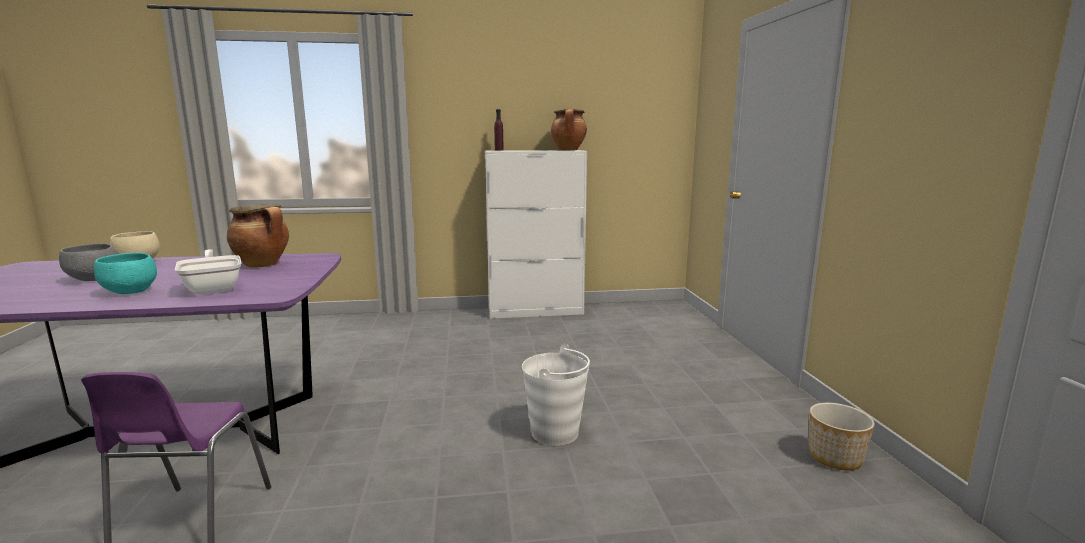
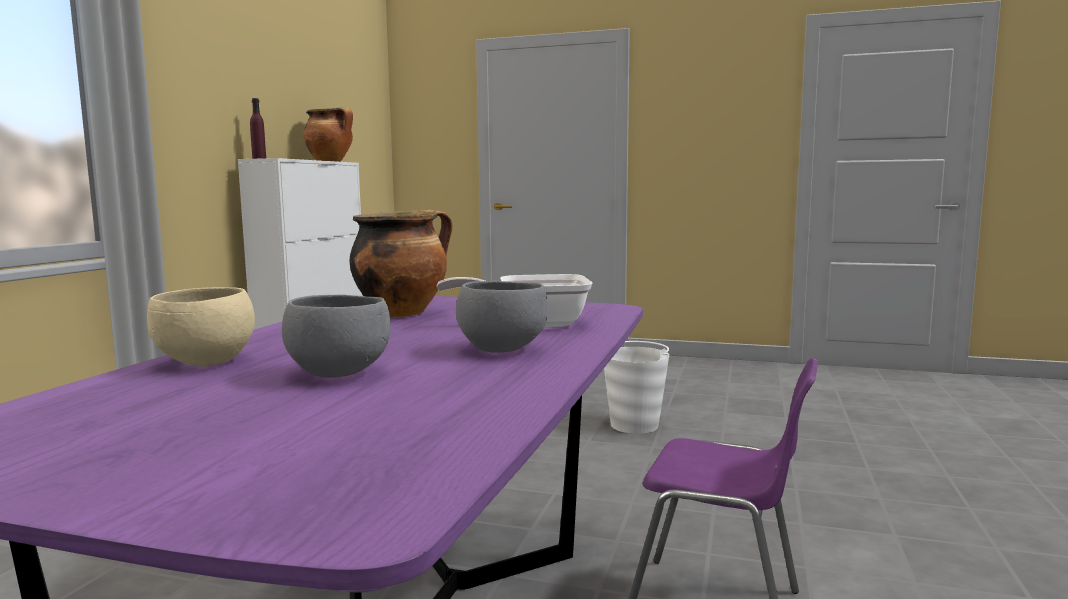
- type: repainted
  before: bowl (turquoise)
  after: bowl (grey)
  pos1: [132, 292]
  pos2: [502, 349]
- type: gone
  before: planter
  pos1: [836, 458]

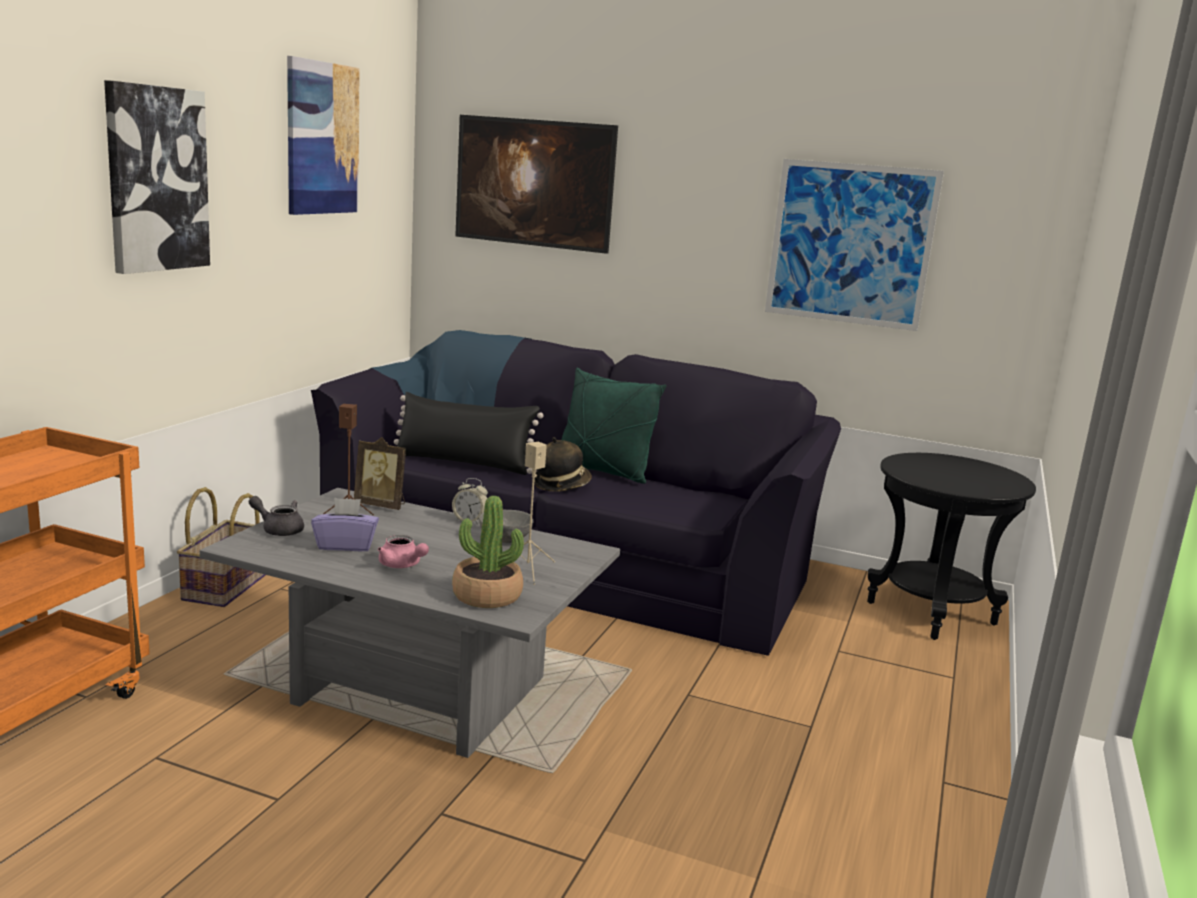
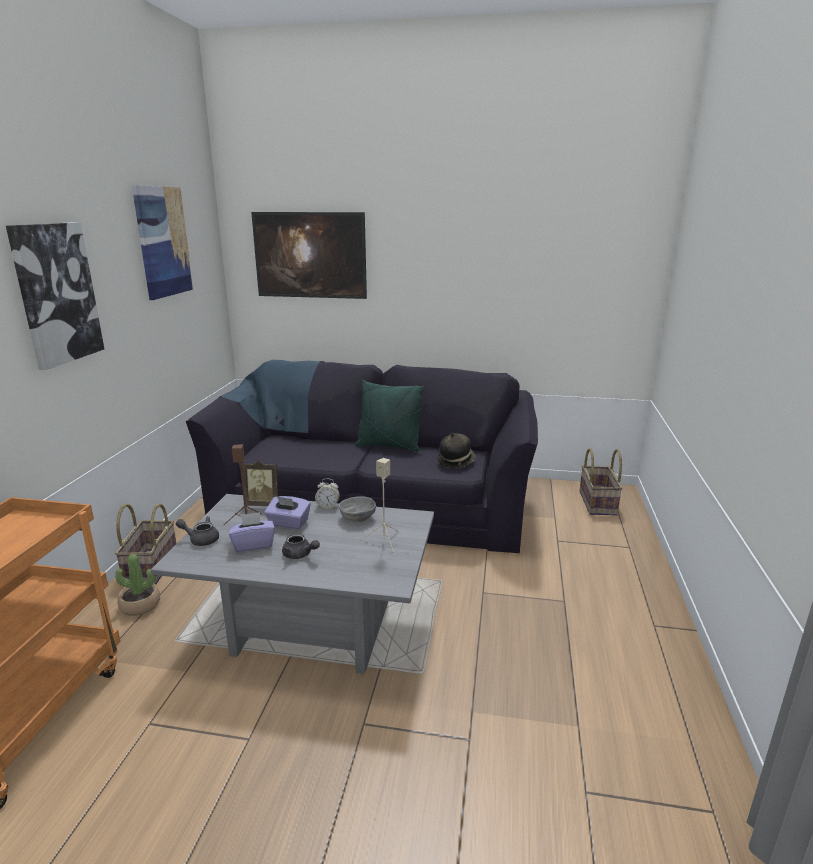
- type: gone
  before: picture
  pos1: [850, 244]
- type: gone
  before: pillow (black)
  pos1: [463, 463]
- type: shifted
  before: hat
  pos1: [561, 485]
  pos2: [456, 461]
- type: swapped
  before: side table (black)
  after: basket
  pos1: [931, 614]
  pos2: [598, 503]
- type: shifted
  before: potted plant
  pos1: [487, 596]
  pos2: [140, 605]
- type: repainted
  before: teapot (pink)
  after: teapot (grey)
  pos1: [402, 565]
  pos2: [300, 555]
- type: new
  after: tissue box (purple)
  pos2: [288, 523]

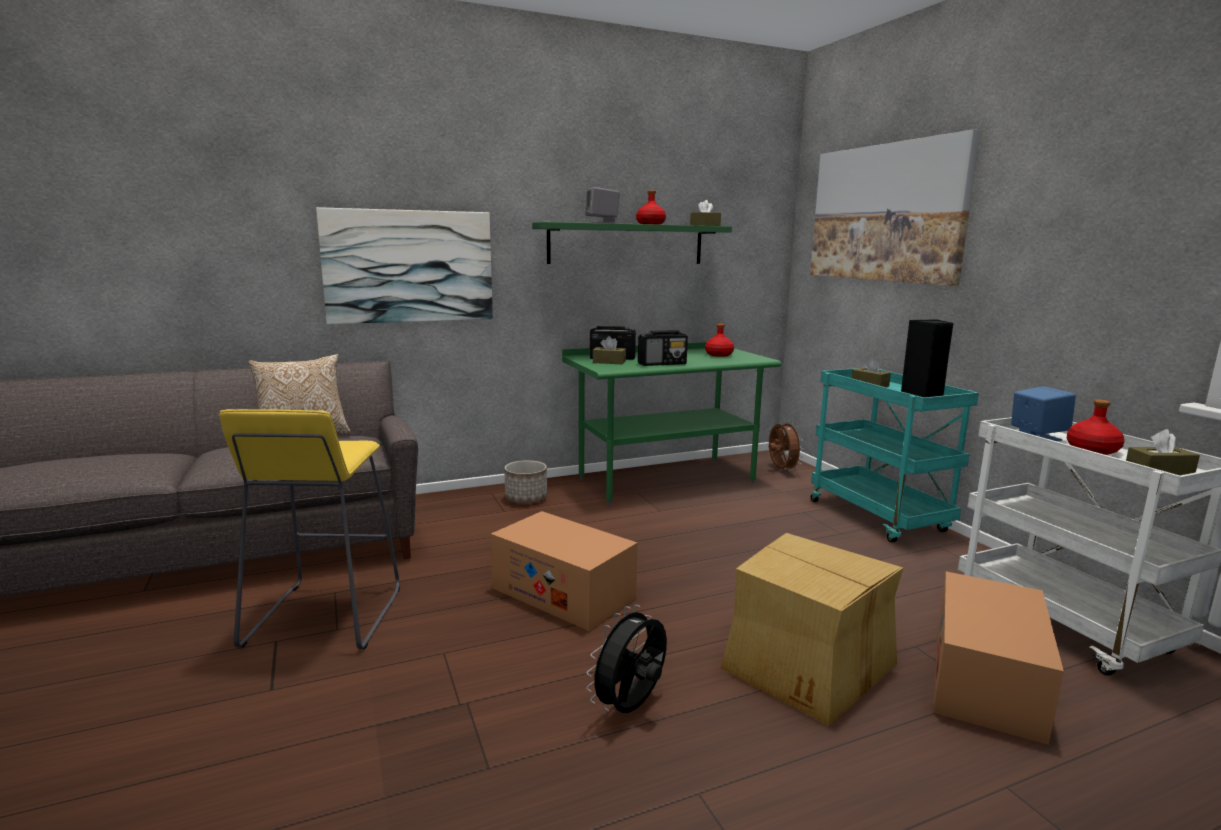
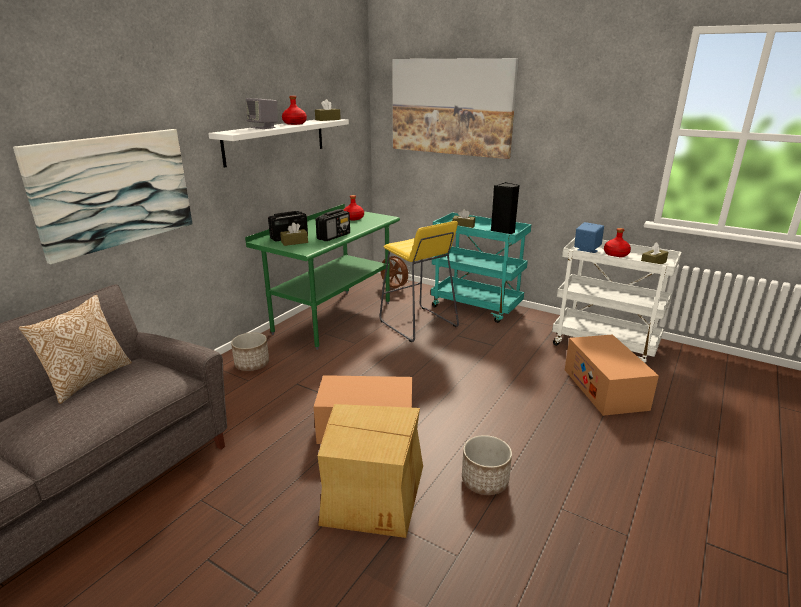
- type: repainted
  before: shelf (green)
  after: shelf (white)
  pos1: [627, 244]
  pos2: [276, 141]
- type: shifted
  before: stool (yellow)
  pos1: [324, 616]
  pos2: [418, 324]
- type: shifted
  before: cardboard box
  pos1: [806, 665]
  pos2: [372, 493]
- type: swapped
  before: fan (black)
  after: planter
  pos1: [631, 708]
  pos2: [485, 481]

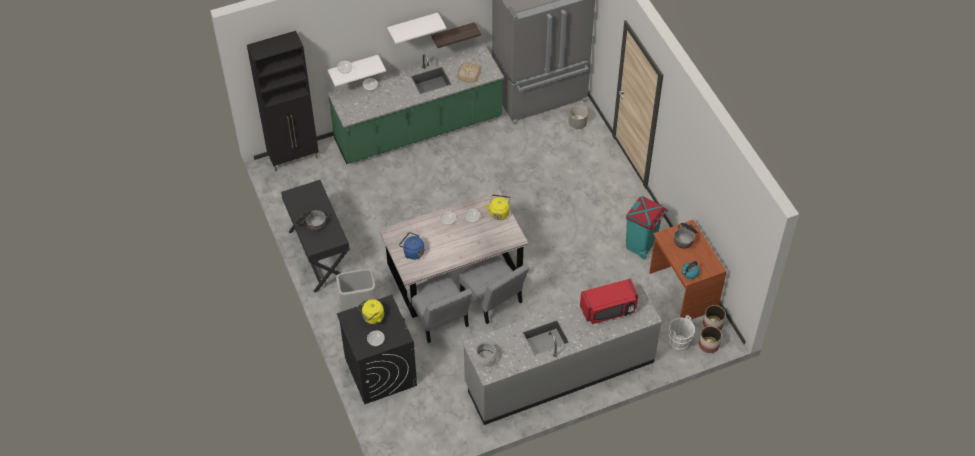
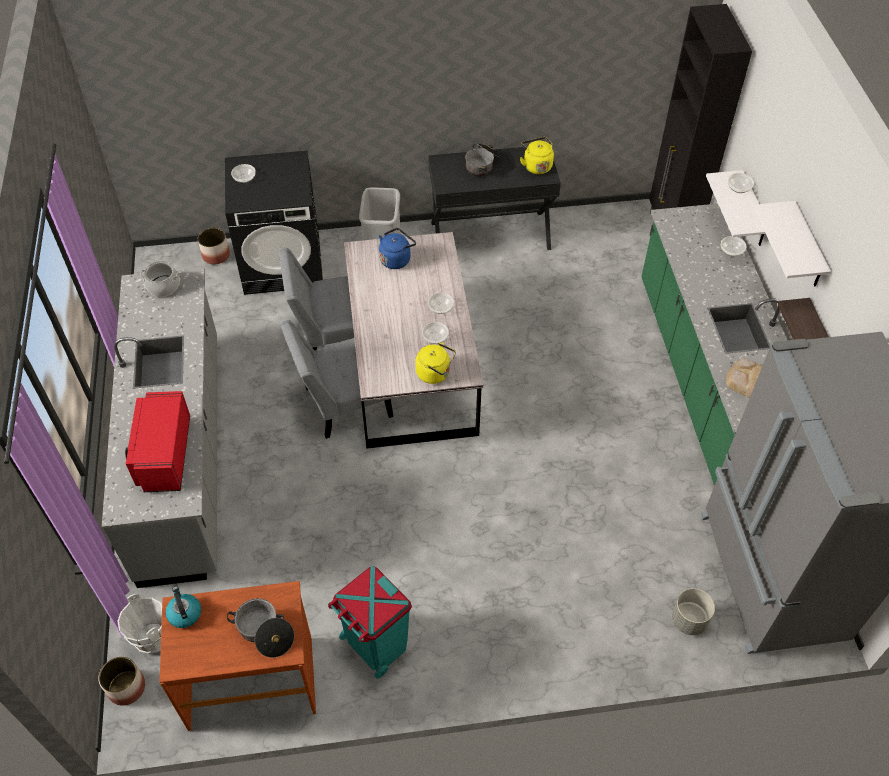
- type: shifted
  before: kettle (yellow)
  pos1: [372, 318]
  pos2: [536, 166]
- type: shifted
  before: planter
  pos1: [712, 324]
  pos2: [216, 255]

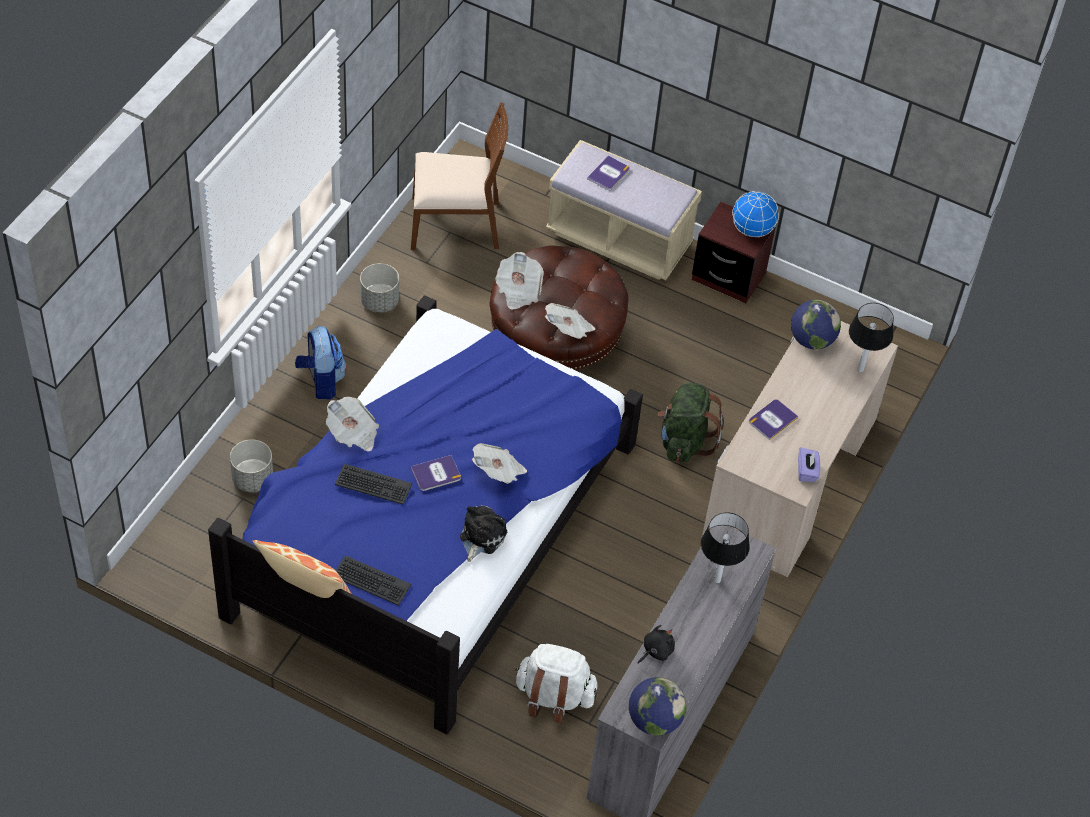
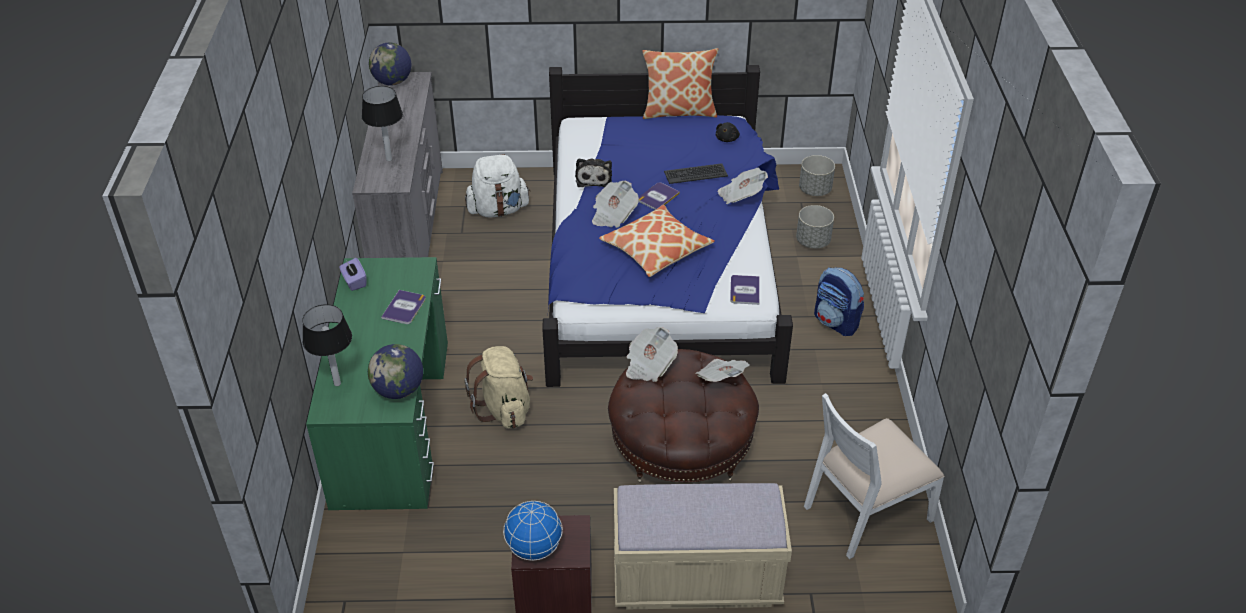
- type: repainted
  before: chair (brown)
  after: chair (white)
  pos1: [456, 224]
  pos2: [865, 512]
- type: shifted
  before: book
  pos1: [608, 174]
  pos2: [744, 290]
- type: shifted
  before: planter (grey)
  pos1: [379, 302]
  pos2: [815, 190]
- type: repainted
  before: desk (beige)
  after: desk (green)
  pos1: [789, 477]
  pos2: [393, 420]
- type: repainted
  before: backpack (green)
  after: backpack (beige)
  pos1: [684, 441]
  pos2: [504, 408]
- type: gone
  before: keyboard
  pos1: [371, 581]
- type: shifted
  before: plush toy (black)
  pos1: [656, 651]
  pos2: [727, 139]
- type: new
  after: pillow
  pos2: [656, 249]

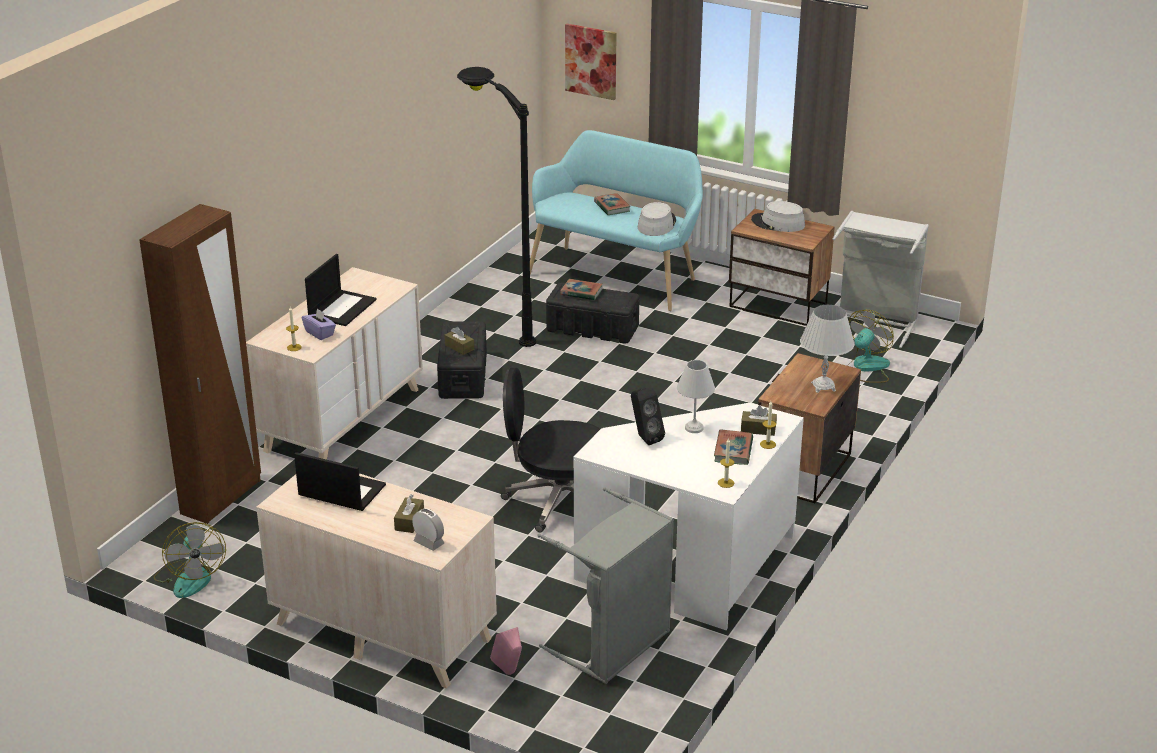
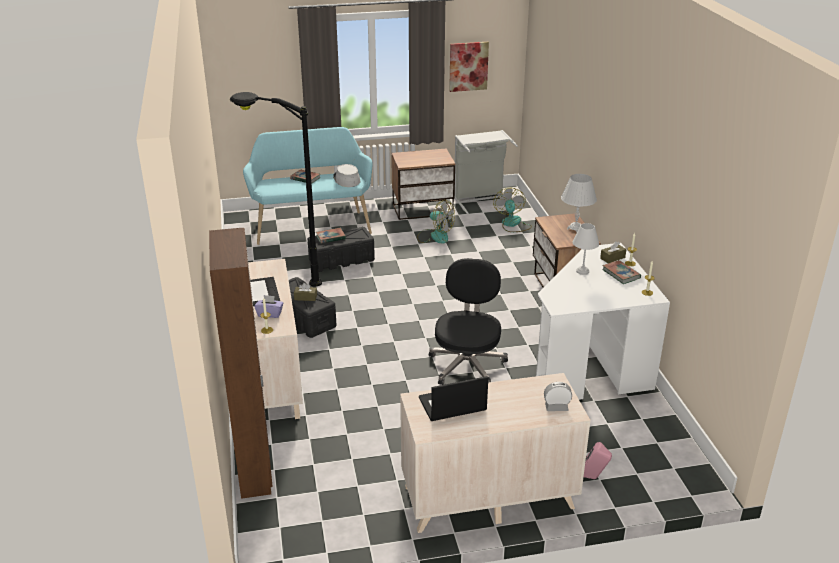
- type: shifted
  before: picture
  pos1: [591, 61]
  pos2: [468, 66]
- type: gone
  before: hat (grey)
  pos1: [778, 223]
- type: rotated
  before: office chair (black)
  pos1: [557, 500]
  pos2: [467, 364]
  turn: 135
- type: gone
  before: speaker (black)
  pos1: [644, 438]
- type: gone
  before: laundry basket (grey)
  pos1: [615, 646]
- type: gone
  before: tissue box (brown)
  pos1: [409, 521]
- type: shifted
  before: fan
  pos1: [190, 577]
  pos2: [435, 236]

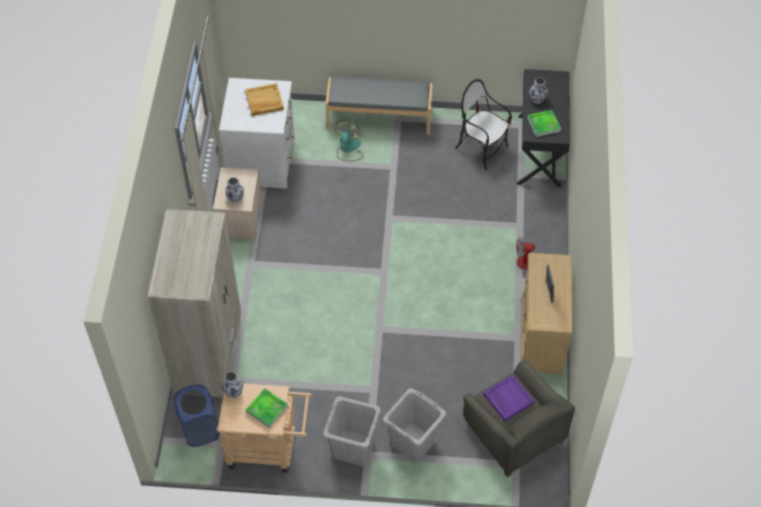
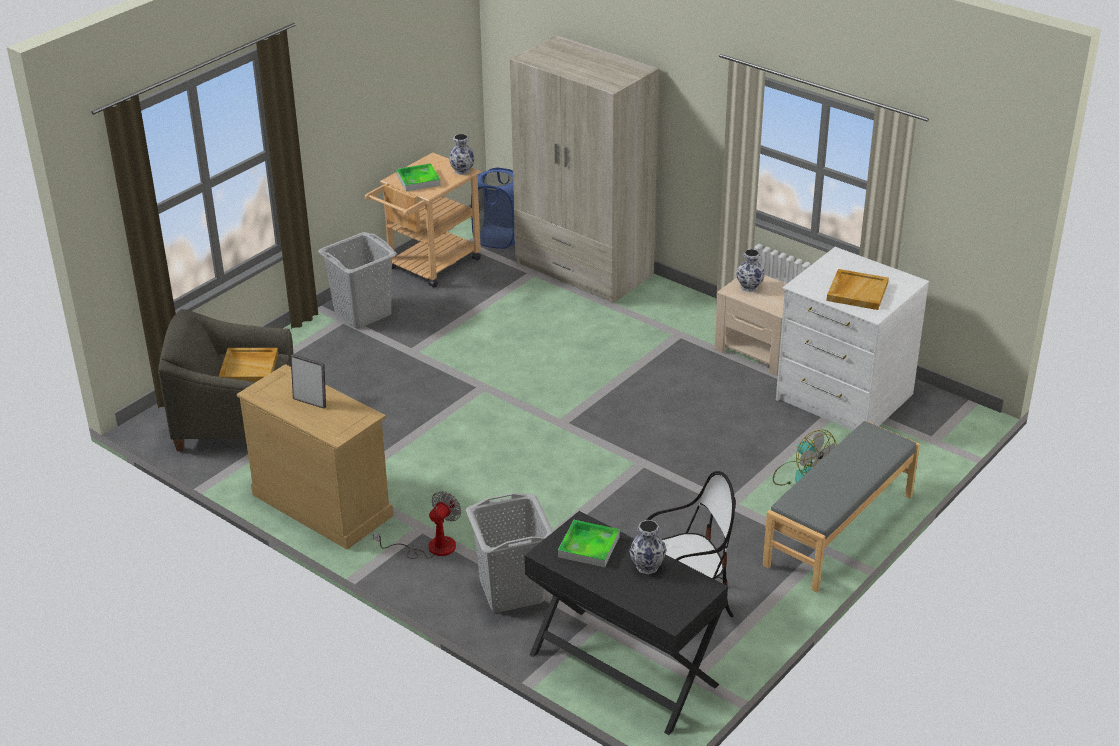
- type: repainted
  before: tray (purple)
  after: tray (beige)
  pos1: [507, 399]
  pos2: [249, 367]
- type: shifted
  before: laundry basket (grey)
  pos1: [413, 442]
  pos2: [511, 591]

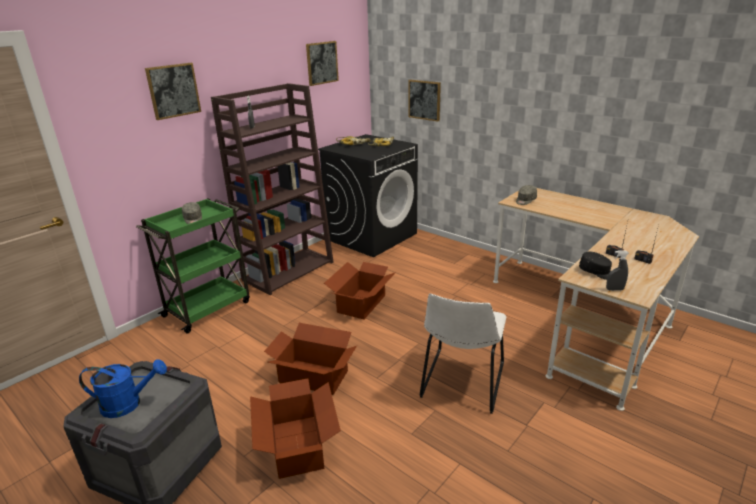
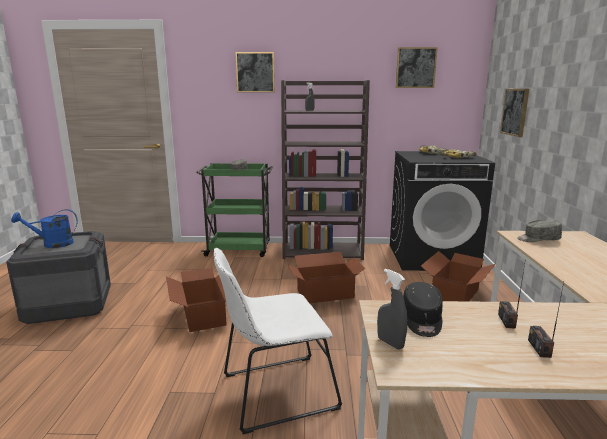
- type: rotated
  before: watering can (blue)
  pos1: [128, 404]
  pos2: [52, 244]
  turn: 120
- type: shifted
  before: cardboard box
  pos1: [298, 445]
  pos2: [456, 294]

